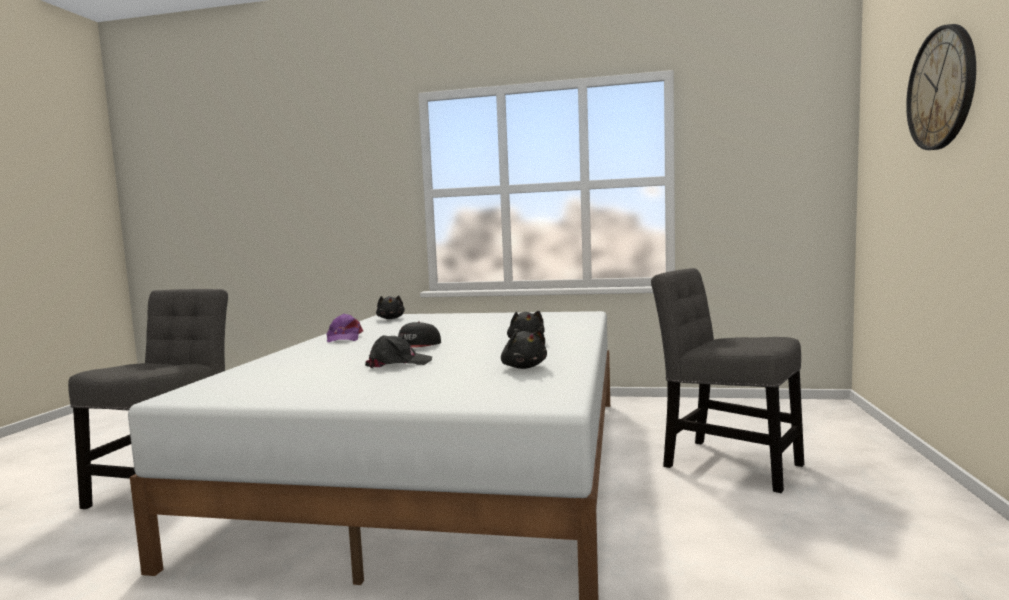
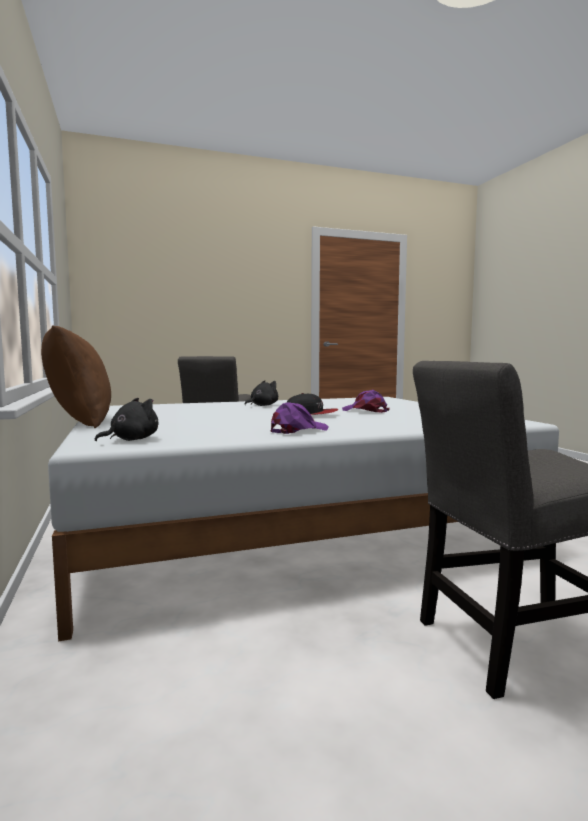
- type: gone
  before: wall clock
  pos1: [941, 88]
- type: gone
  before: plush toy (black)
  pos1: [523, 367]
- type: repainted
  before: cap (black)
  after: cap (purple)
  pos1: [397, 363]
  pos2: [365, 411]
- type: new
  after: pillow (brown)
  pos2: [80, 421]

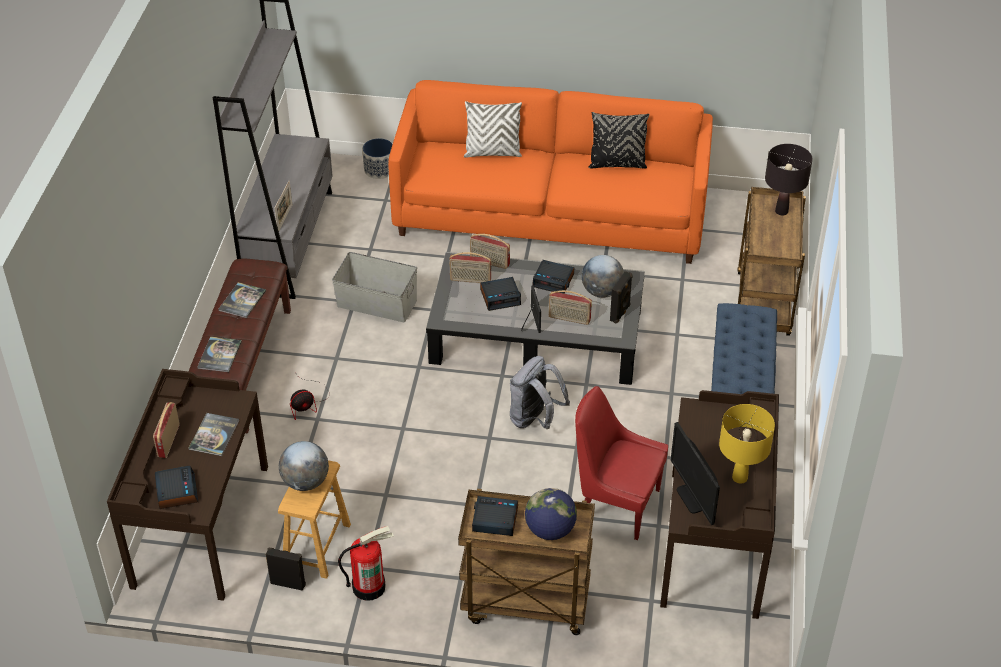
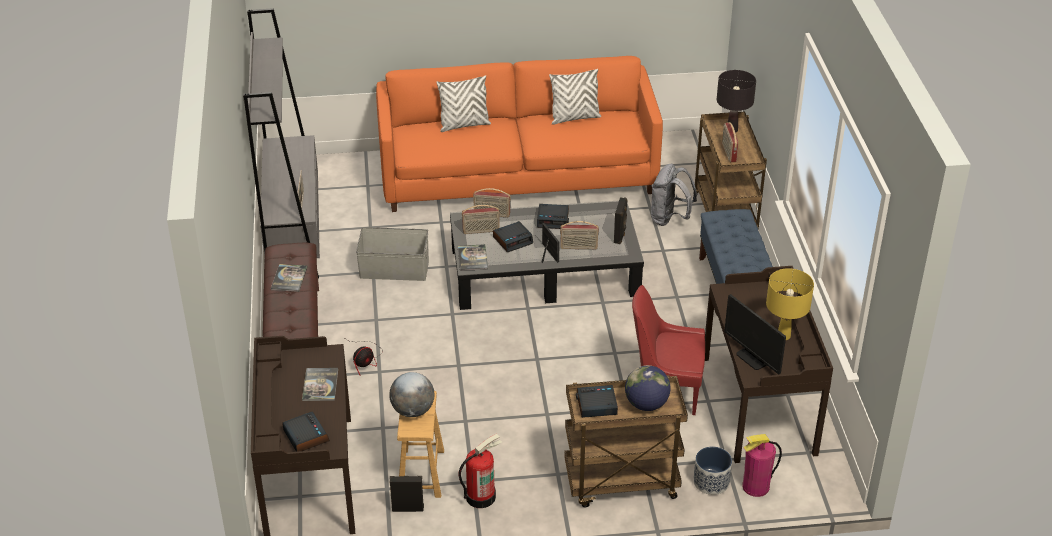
- type: repainted
  before: pillow (black)
  after: pillow (white)
  pos1: [617, 164]
  pos2: [574, 118]
- type: shifted
  before: planter
  pos1: [379, 170]
  pos2: [711, 482]
- type: gone
  before: globe
  pos1: [602, 292]
- type: shifted
  before: book
  pos1: [219, 355]
  pos2: [473, 258]
- type: shifted
  before: backpack (grey)
  pos1: [535, 419]
  pos2: [669, 218]
- type: shifted
  before: radio
  pos1: [168, 441]
  pos2: [728, 152]
- type: new
  after: fire extinguisher
  pos2: [756, 486]

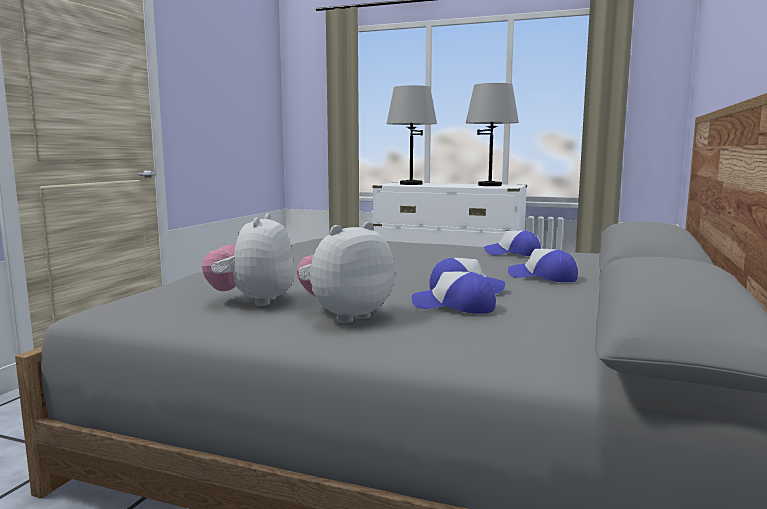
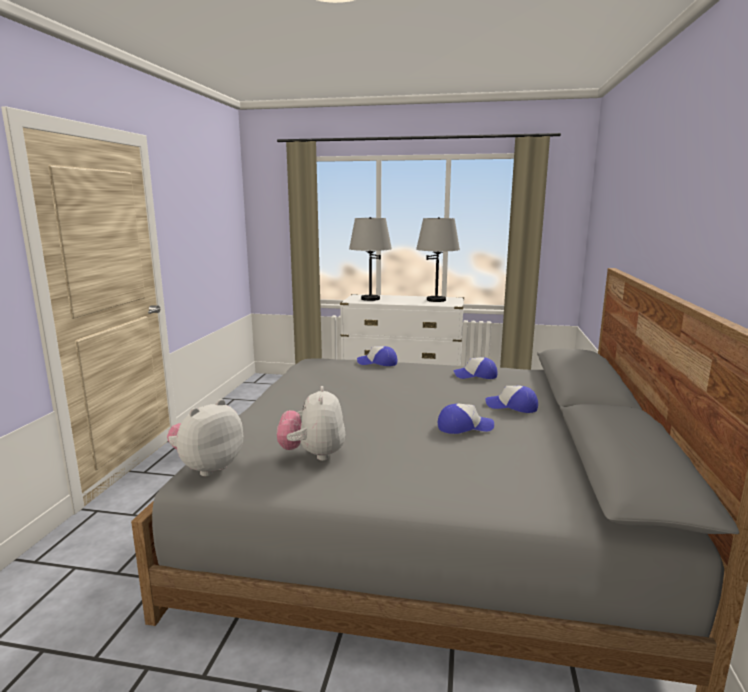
- type: shifted
  before: plush toy
  pos1: [345, 316]
  pos2: [207, 467]
- type: shifted
  before: cap
  pos1: [454, 306]
  pos2: [377, 363]

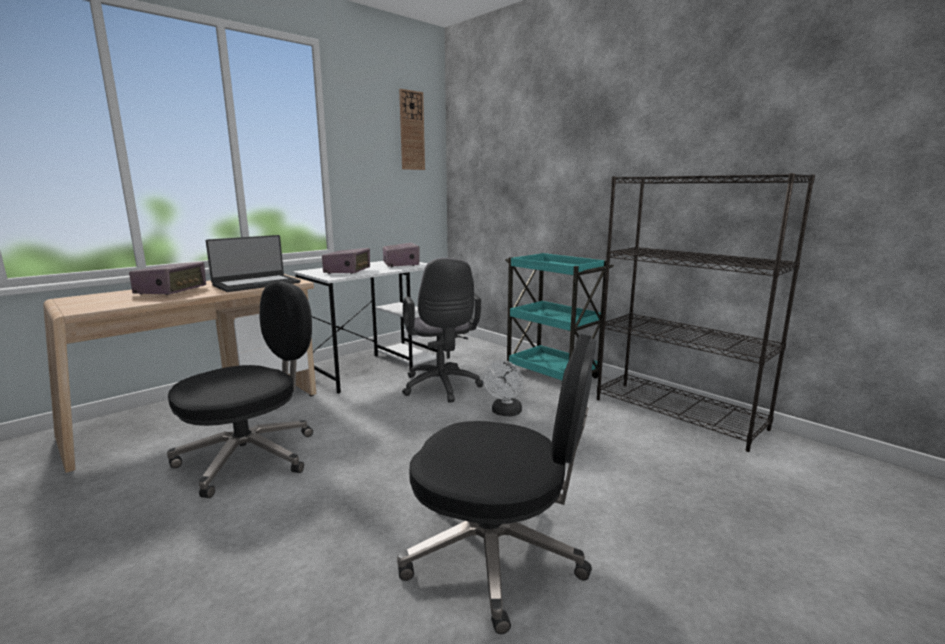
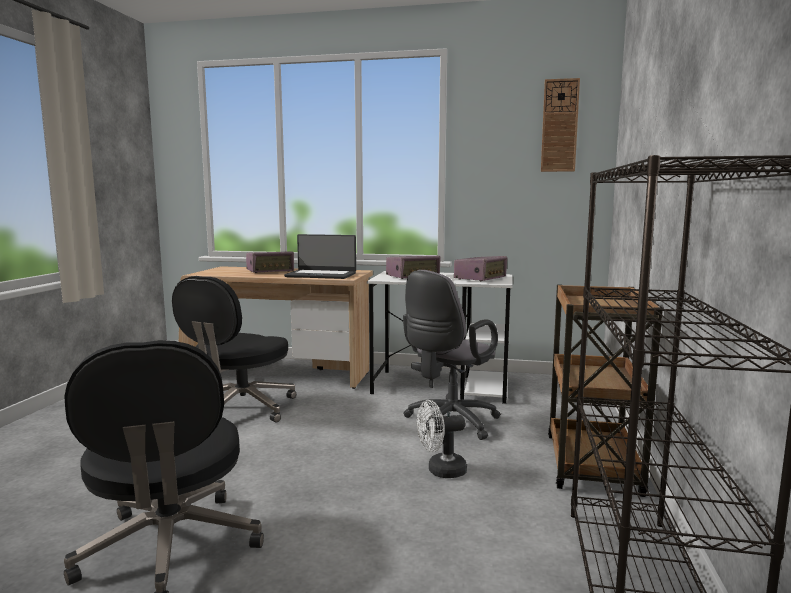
- type: repainted
  before: cart (turquoise)
  after: cart (brown)
  pos1: [552, 374]
  pos2: [592, 466]
- type: rotated
  before: office chair (black)
  pos1: [251, 456]
  pos2: [240, 409]
  turn: 105

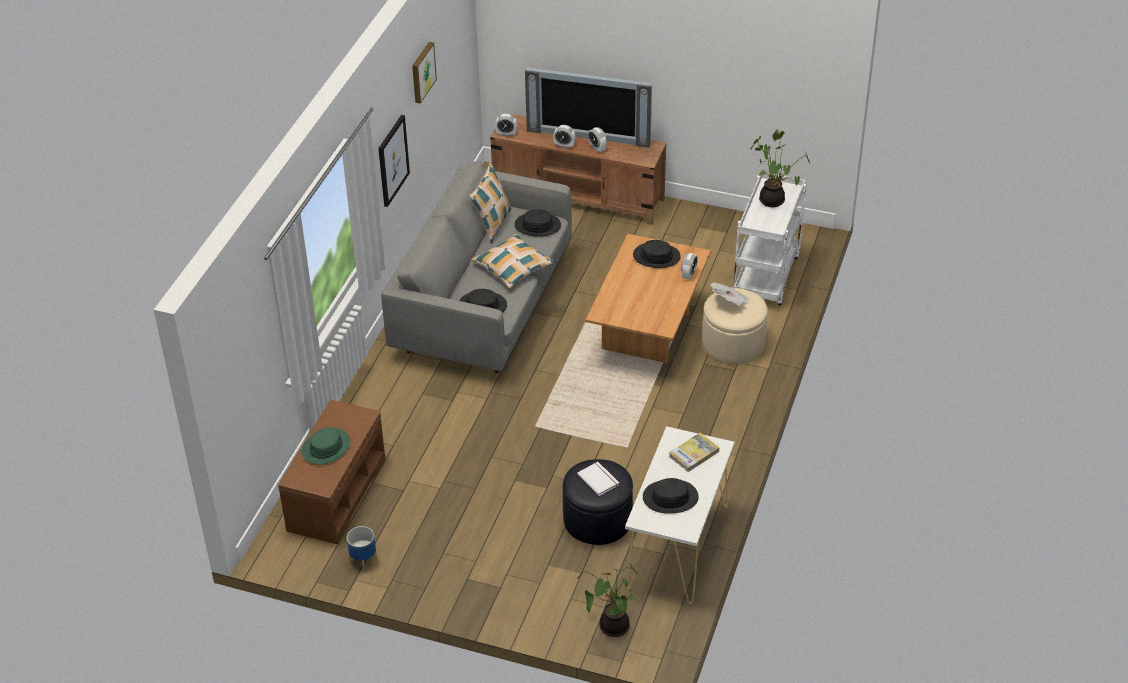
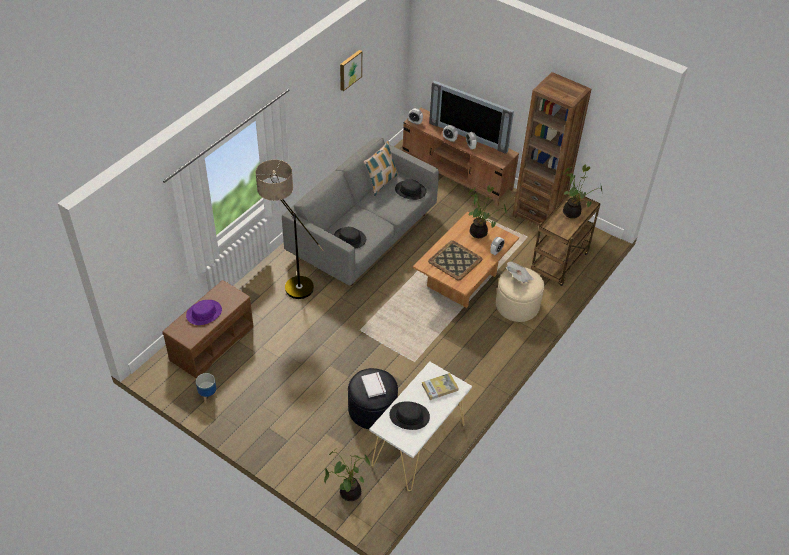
- type: gone
  before: picture
  pos1: [392, 160]
- type: repainted
  before: cart (white)
  after: cart (brown)
  pos1: [767, 279]
  pos2: [559, 264]
- type: gone
  before: pillow
  pos1: [513, 267]
- type: swapped
  before: hat (black)
  after: potted plant
  pos1: [656, 256]
  pos2: [480, 232]
- type: repainted
  before: hat (green)
  after: hat (purple)
  pos1: [326, 447]
  pos2: [204, 313]
- type: new
  after: bookcase (brown)
  pos2: [538, 215]
- type: new
  after: floor lamp
  pos2: [290, 283]
- type: new
  after: tray
  pos2: [455, 260]

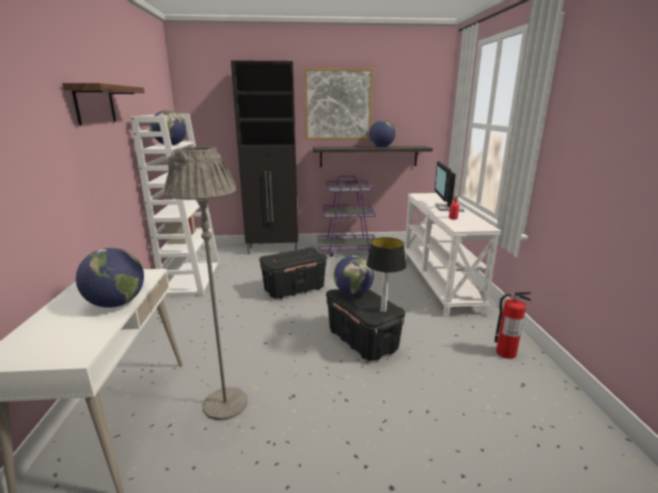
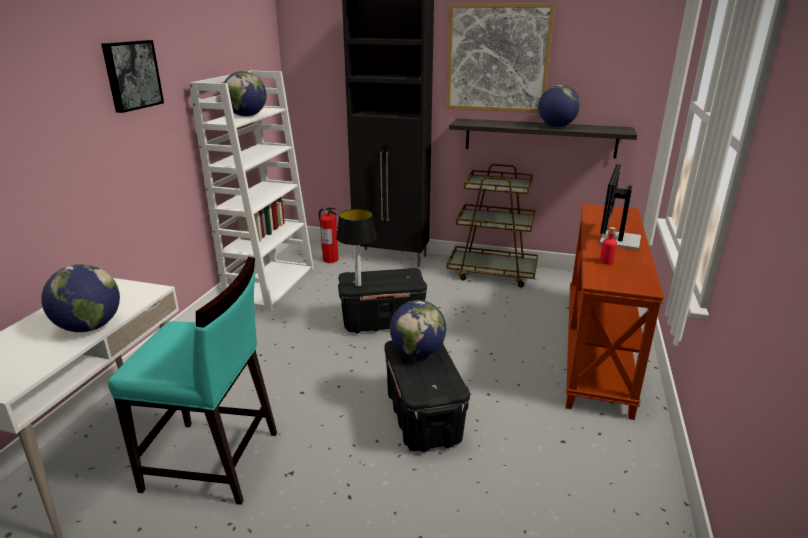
- type: swapped
  before: shelf
  after: picture
  pos1: [95, 104]
  pos2: [131, 75]
- type: swapped
  before: floor lamp (grey)
  after: chair (turquoise)
  pos1: [225, 403]
  pos2: [213, 461]
- type: repainted
  before: cart (purple)
  after: cart (brown)
  pos1: [347, 250]
  pos2: [492, 273]
- type: repainted
  before: console table (white)
  after: console table (brown)
  pos1: [439, 282]
  pos2: [597, 349]
- type: shifted
  before: table lamp
  pos1: [384, 310]
  pos2: [358, 285]
- type: shifted
  before: fire extinguisher
  pos1: [505, 352]
  pos2: [330, 259]

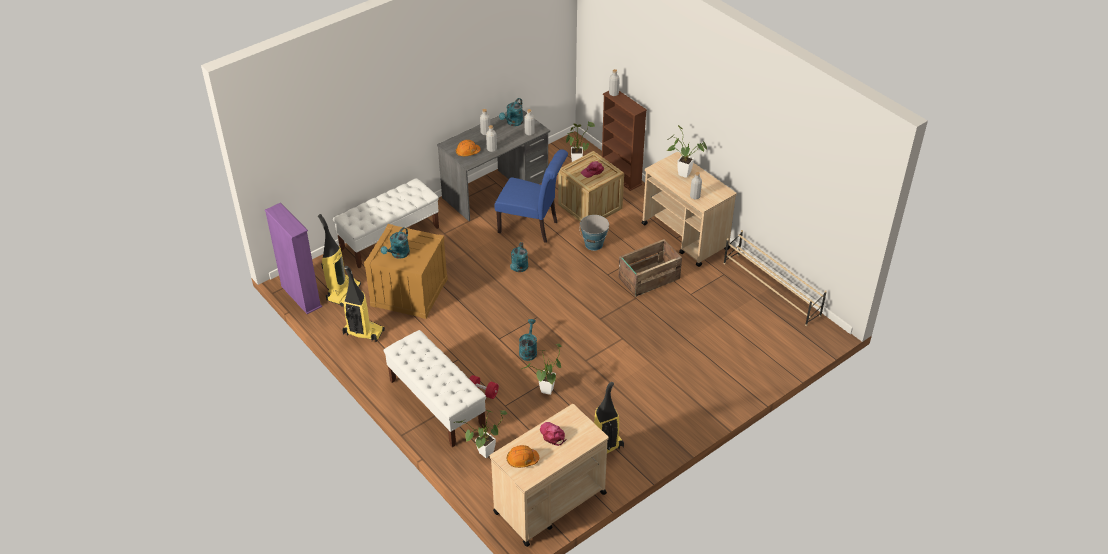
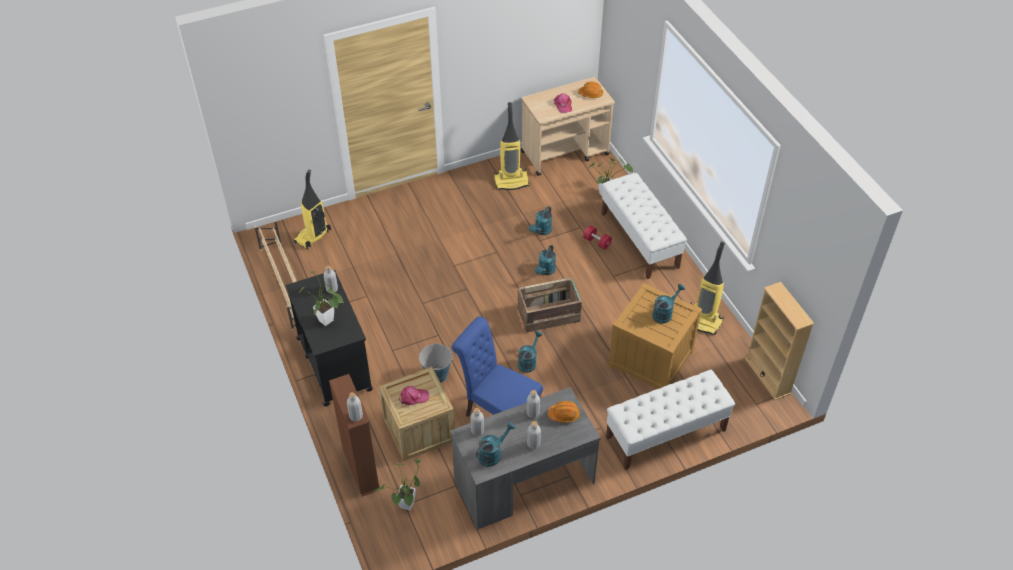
- type: repainted
  before: cart (beige)
  after: cart (black)
  pos1: [685, 237]
  pos2: [334, 363]
- type: repainted
  before: bookcase (purple)
  after: bookcase (beige)
  pos1: [301, 296]
  pos2: [767, 376]
- type: shifted
  before: vacuum cleaner
  pos1: [343, 292]
  pos2: [313, 237]
- type: shifted
  before: crate
  pos1: [648, 278]
  pos2: [549, 315]
- type: swapped
  before: potted plant
  after: watering can (turquoise)
  pos1: [546, 392]
  pos2: [541, 231]

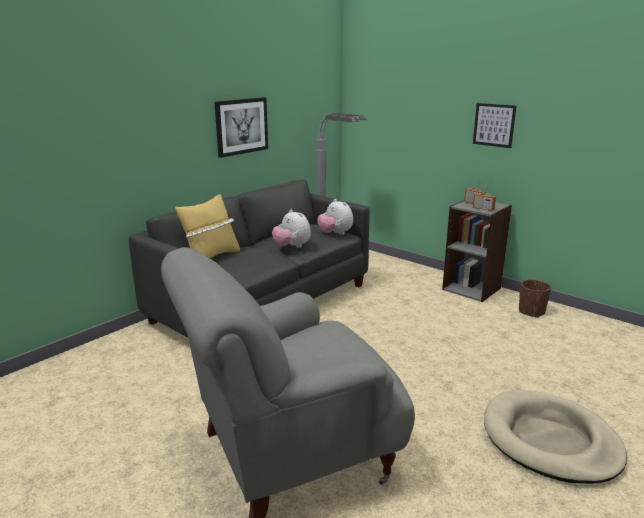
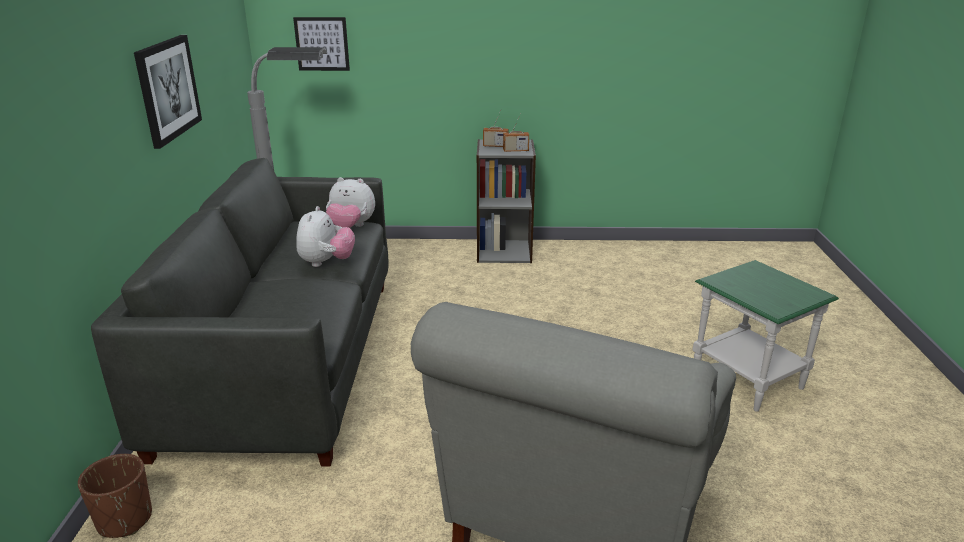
- type: shifted
  before: picture
  pos1: [494, 125]
  pos2: [322, 44]
- type: gone
  before: pillow (yellow)
  pos1: [211, 257]
- type: rotated
  before: plush toy
  pos1: [292, 247]
  pos2: [326, 262]
  turn: -90
- type: shifted
  before: planter (brown)
  pos1: [531, 312]
  pos2: [125, 520]
- type: swapped
  before: dog bed (beige)
  after: side table (green)
  pos1: [550, 440]
  pos2: [748, 380]

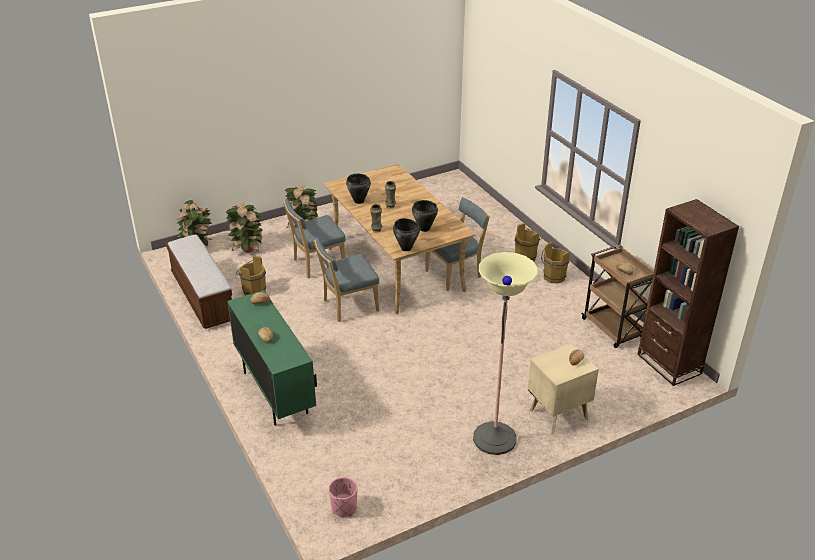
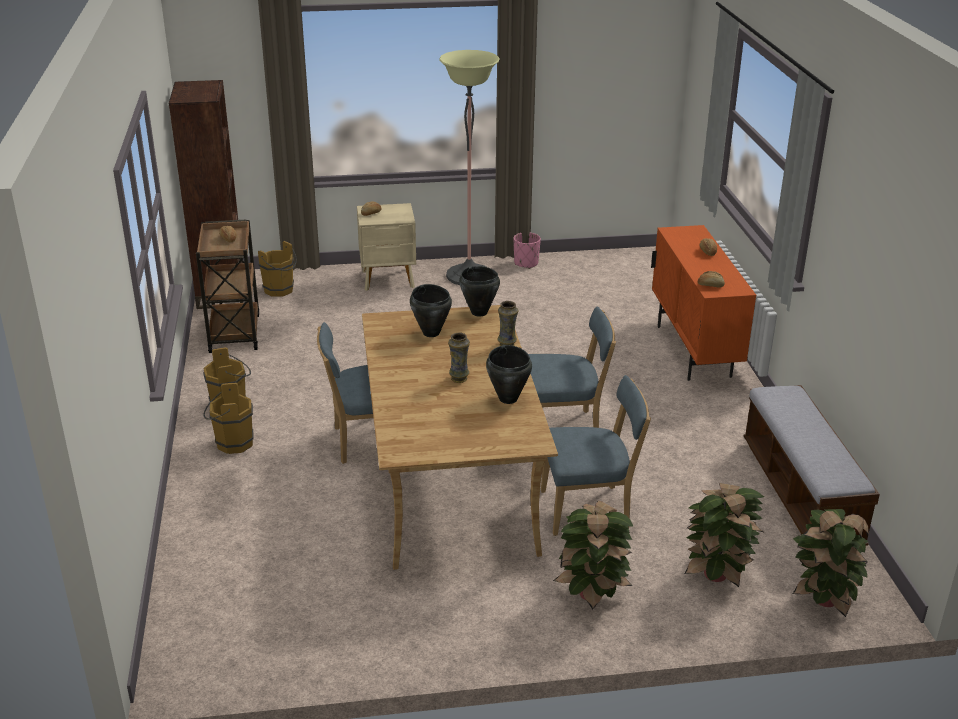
- type: shifted
  before: bucket (brown)
  pos1: [252, 291]
  pos2: [280, 291]
- type: repainted
  before: cabinet (green)
  after: cabinet (orange)
  pos1: [275, 393]
  pos2: [693, 351]
- type: shifted
  before: planter (pink)
  pos1: [344, 508]
  pos2: [526, 263]

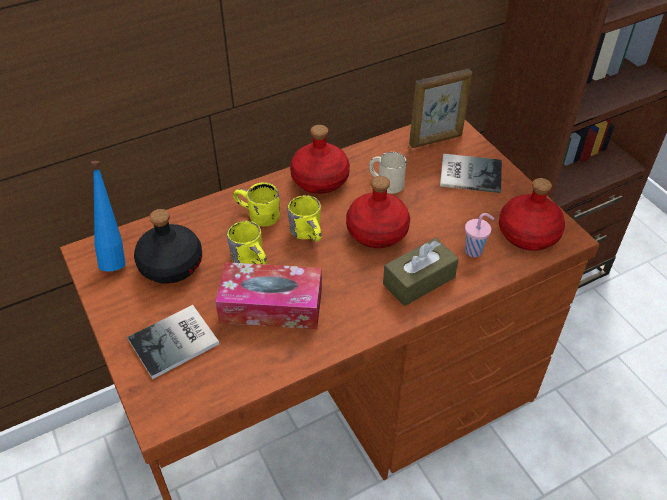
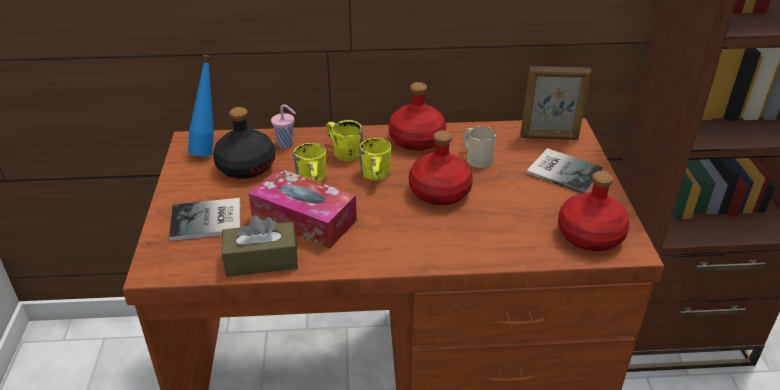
- type: shifted
  before: cup (pink)
  pos1: [474, 251]
  pos2: [286, 145]
- type: shifted
  before: tissue box (brown)
  pos1: [419, 281]
  pos2: [261, 260]

